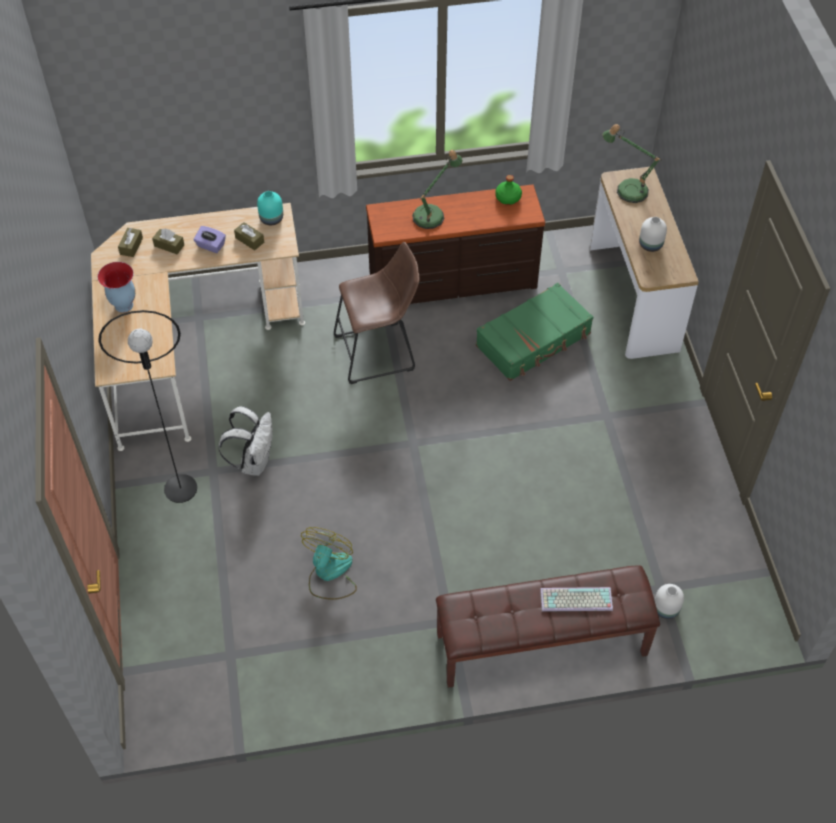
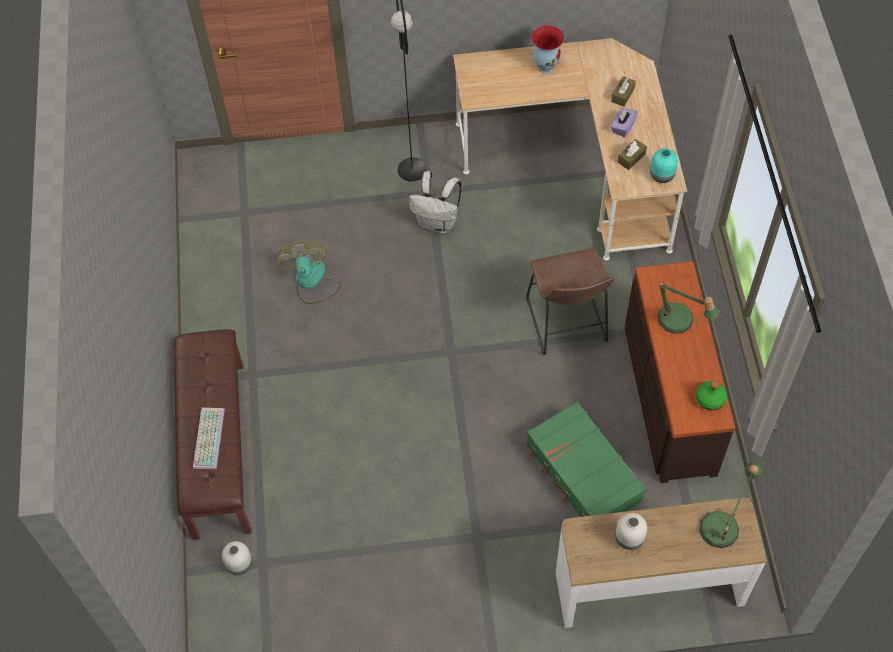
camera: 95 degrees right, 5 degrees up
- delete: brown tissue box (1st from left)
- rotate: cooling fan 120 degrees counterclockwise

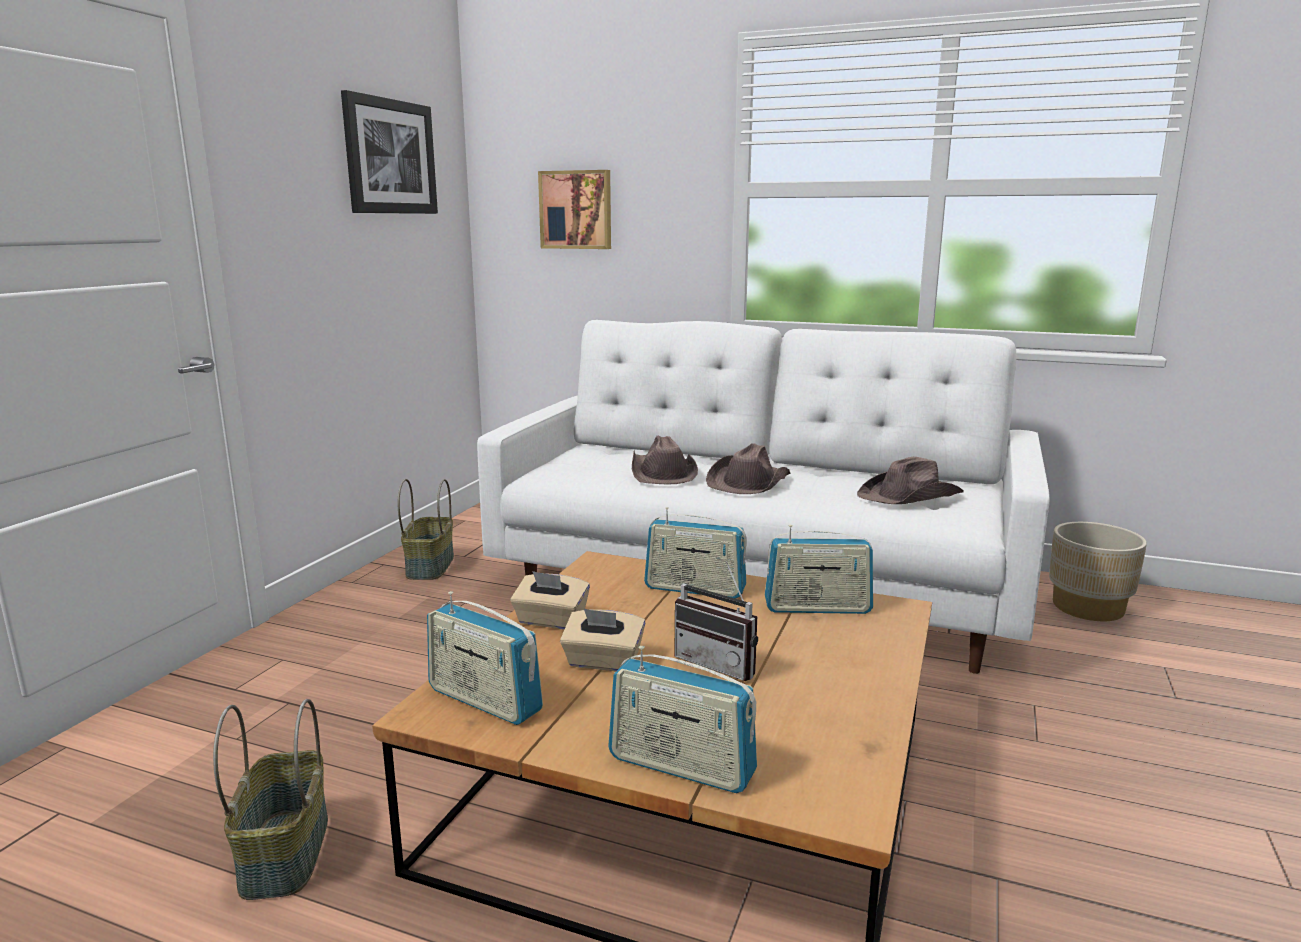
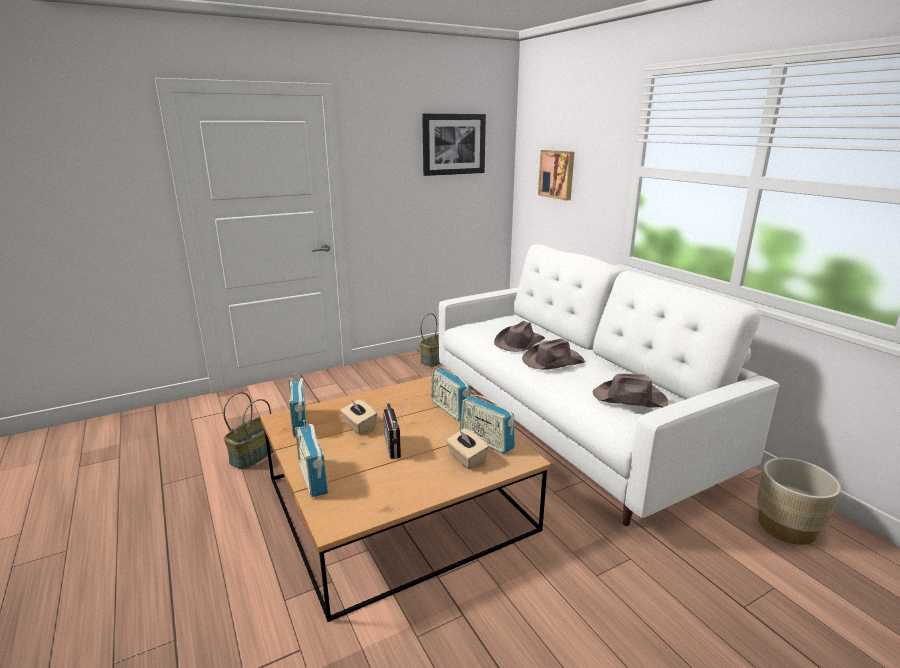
camera: 40 degrees right, 5 degrees up
- move: beige-coloured tissue box (1st from left in the first image) to beige-coloured tissue box (2nd from left)

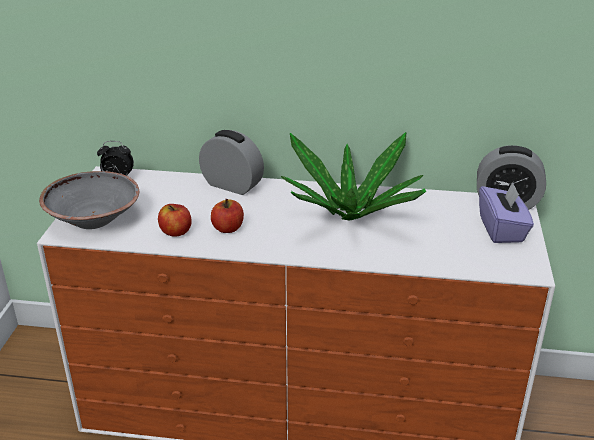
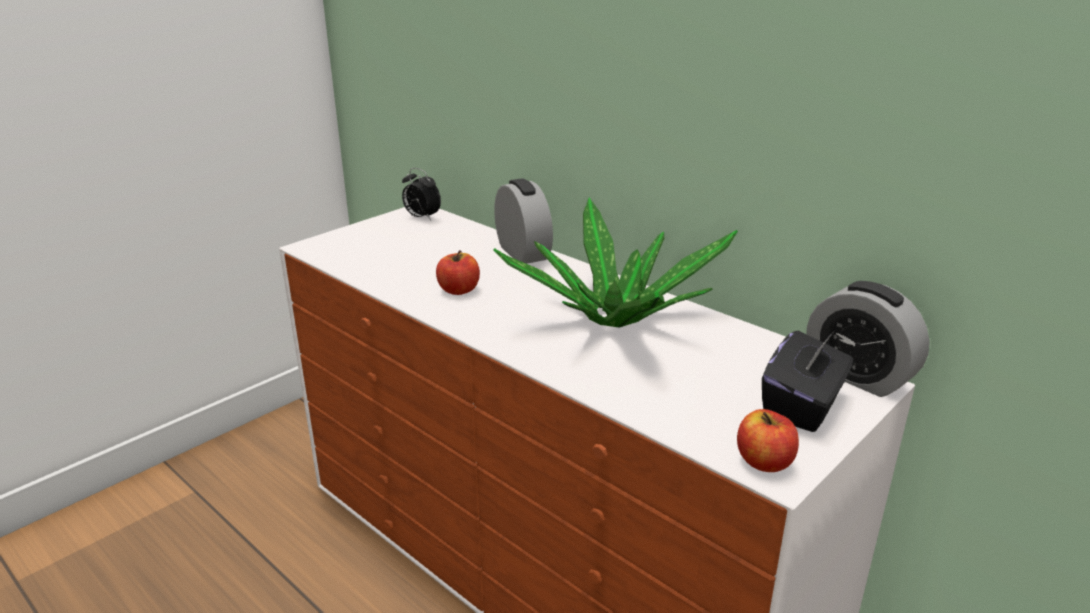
camera: 35 degrees right, 5 degrees down
- delete: grey serving bowl
- move: apple fruit (1st from left in the first image) to apple fruit (2nd from left)
- recolor: purple-coloured tissue box to black-coloured tissue box

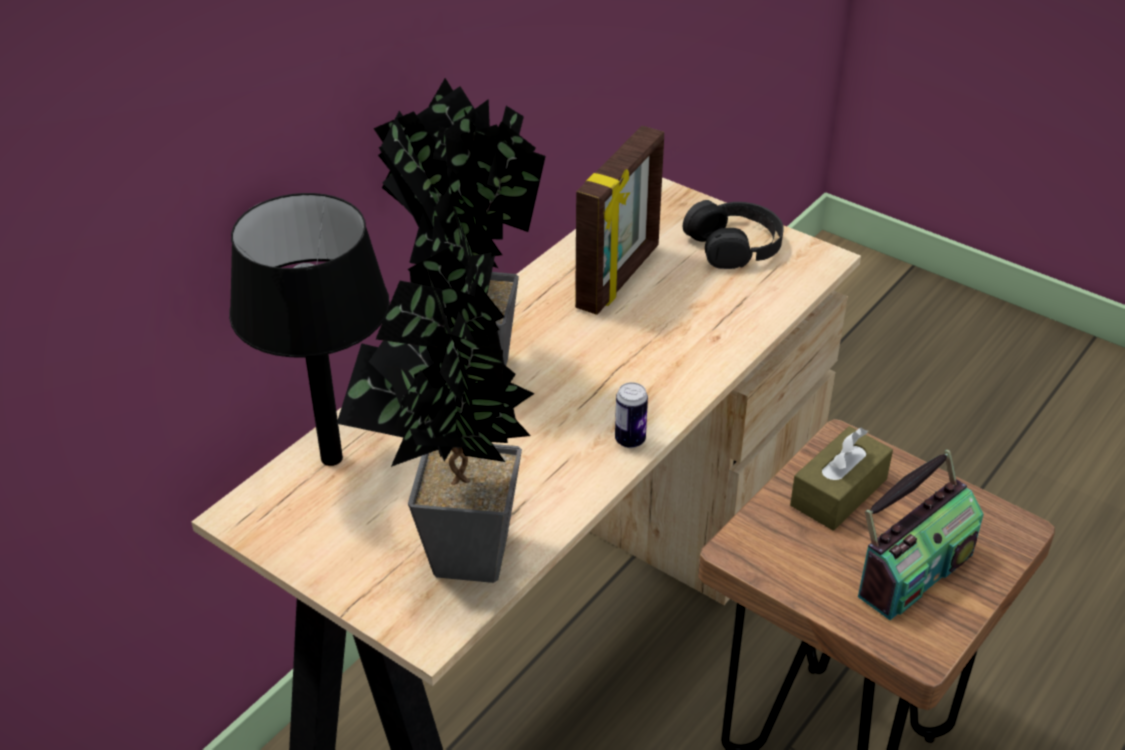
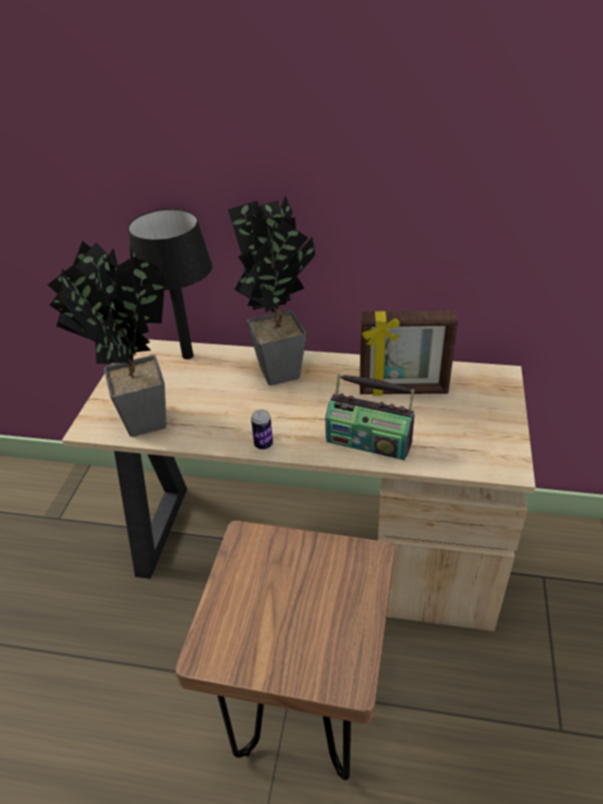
camera: 65 degrees right, 0 degrees up
- delete: black-coloured headset
- delete: brown tissue box
- move: radio set

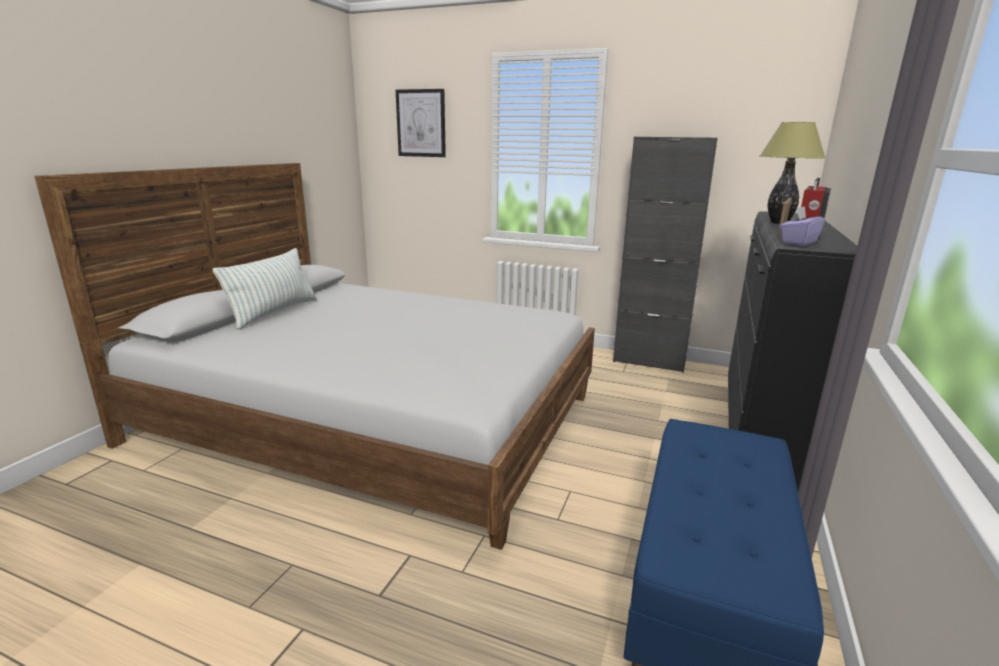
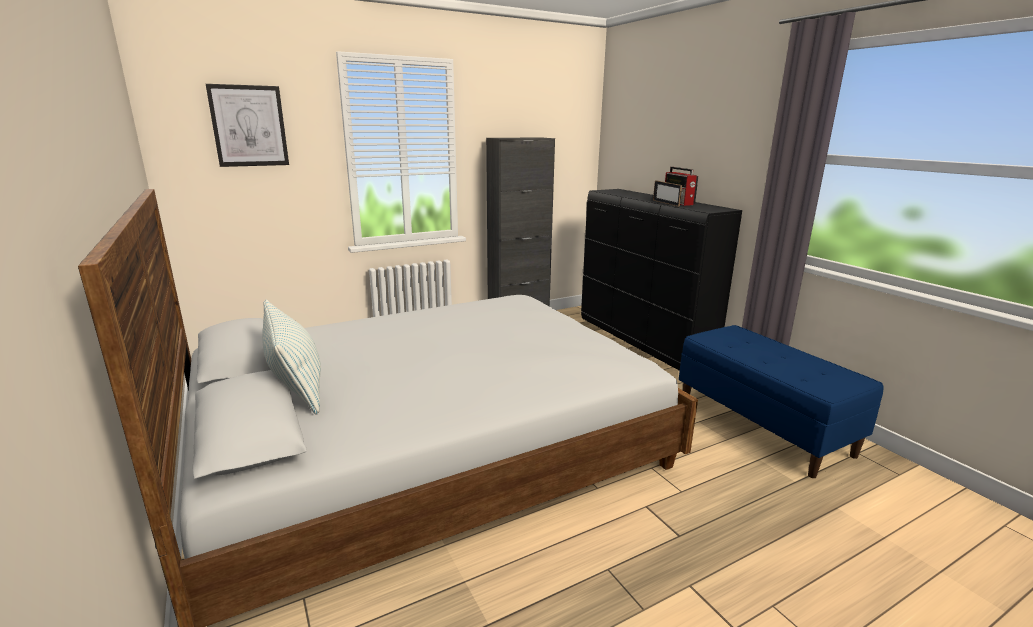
camera: 50 degrees left, 0 degrees up
- delete: lamp for a table
- delete: purple-coloured tissue box

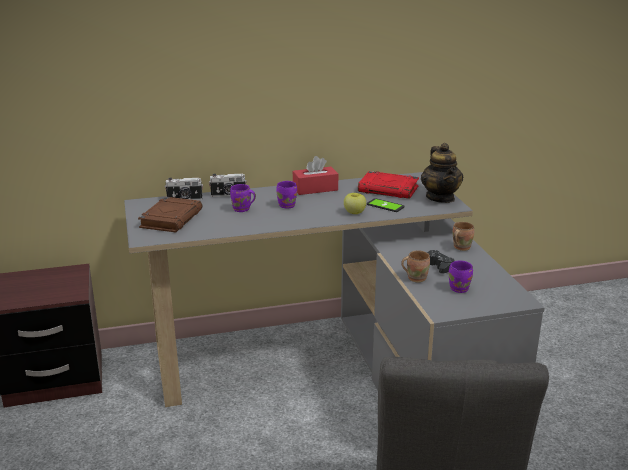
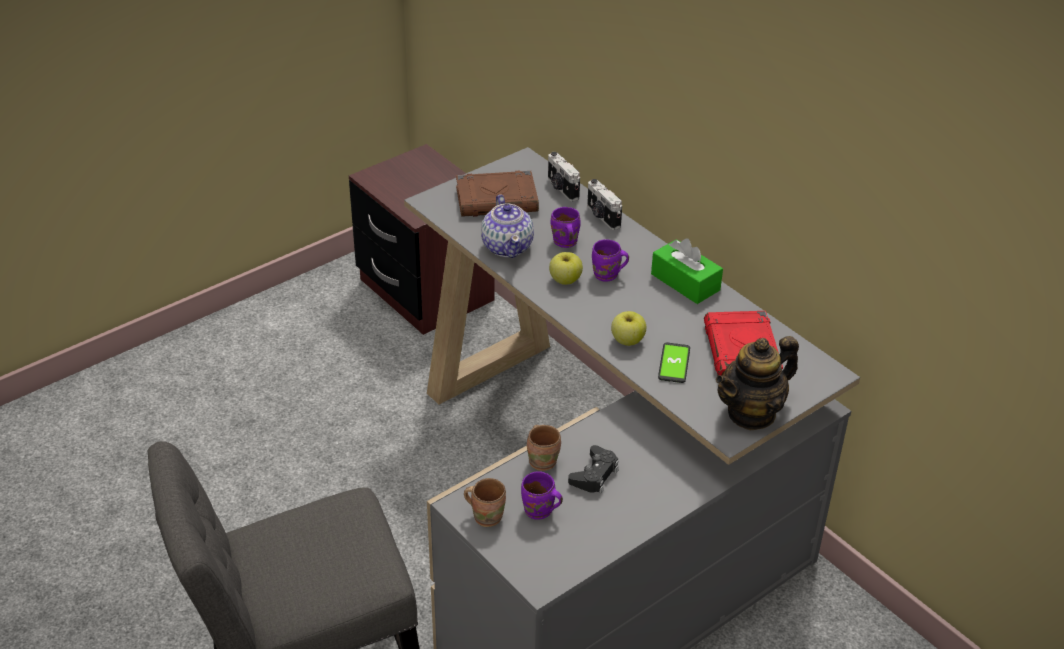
camera: 65 degrees right, 15 degrees up
- insert: pot for tea (1st from left)
- insert: apple fruit (1st from left)
- move: brown tea mug (2nd from left in the first image) to brown tea mug (1st from left)
- recolor: red-coloured tissue box to greenish tissue box

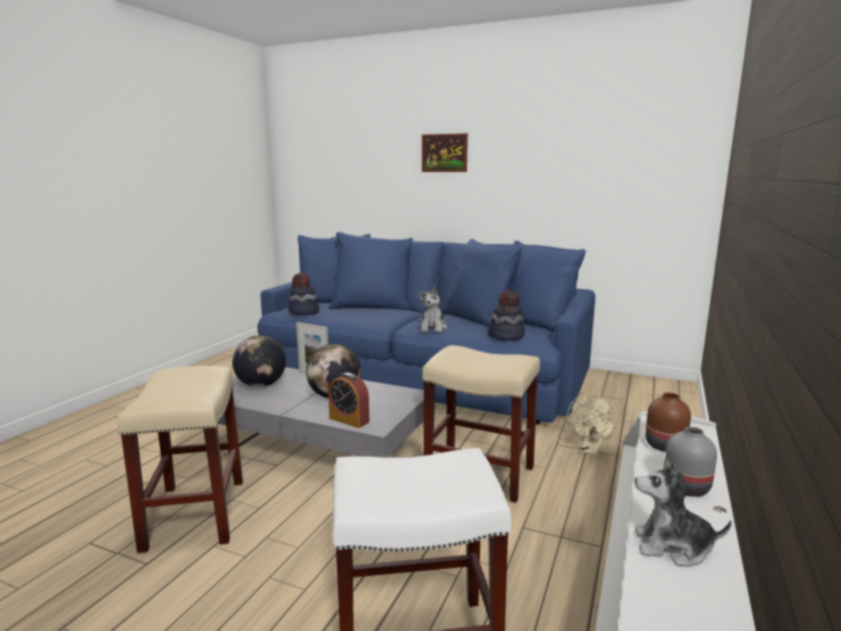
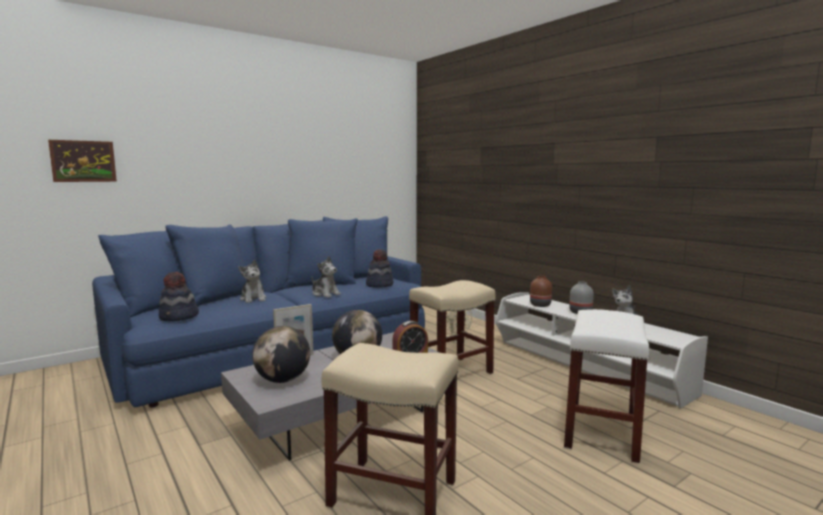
camera: 60 degrees left, 5 degrees down
- insert: plush toy (1st from left)
- move: picture

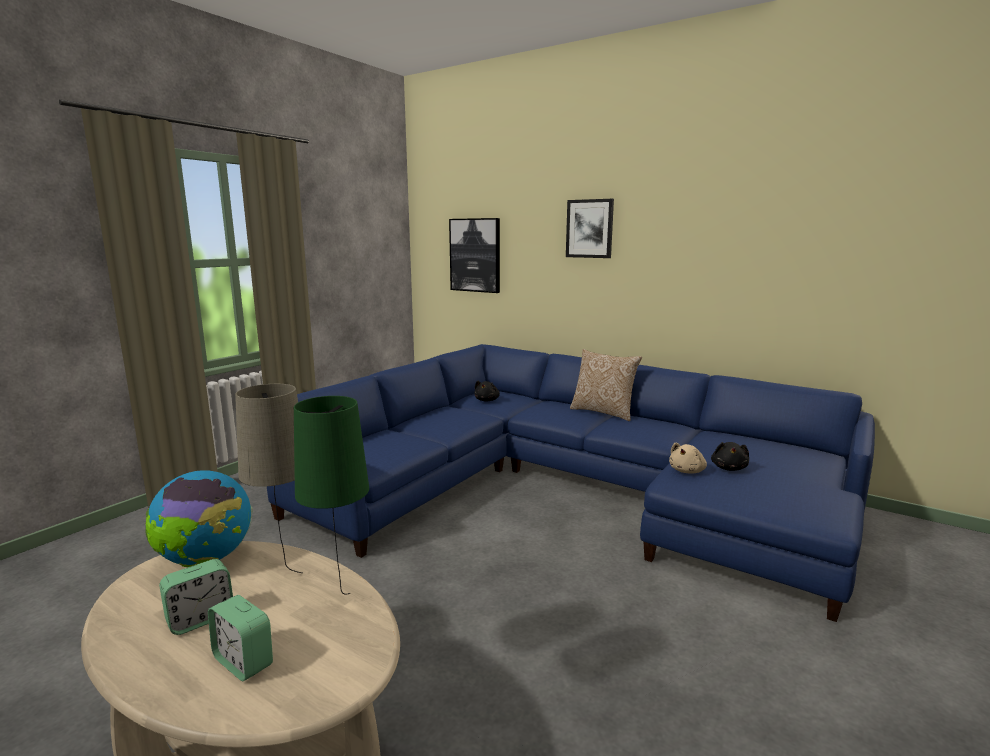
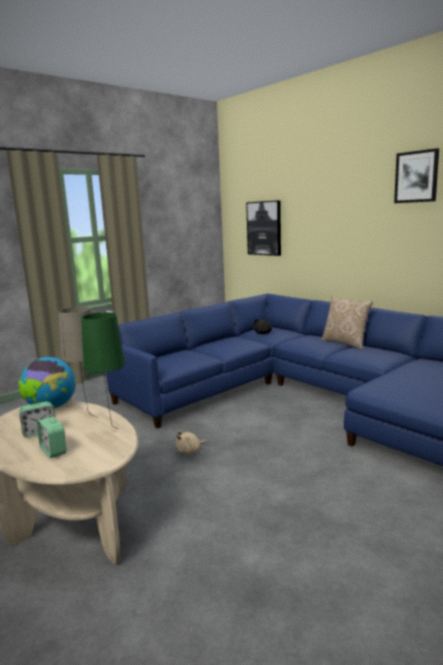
camera: 15 degrees right, 0 degrees up
- delete: black-coloured plush toy (2nd from left)
- move: picture (2nd from left)
- move: beige-coloured plush toy

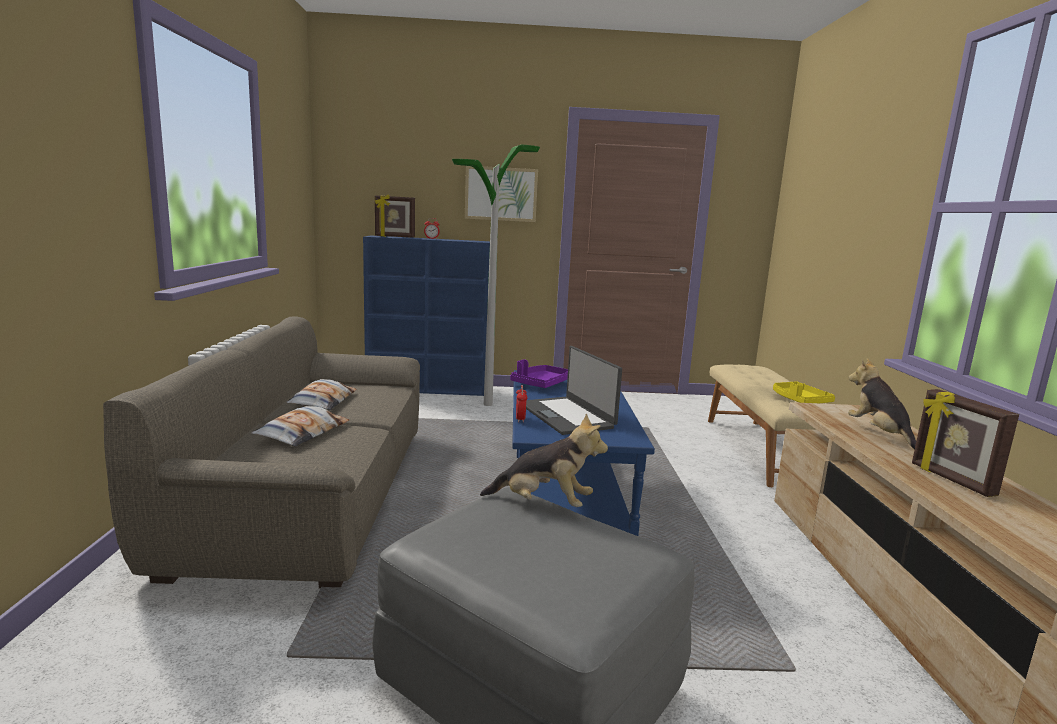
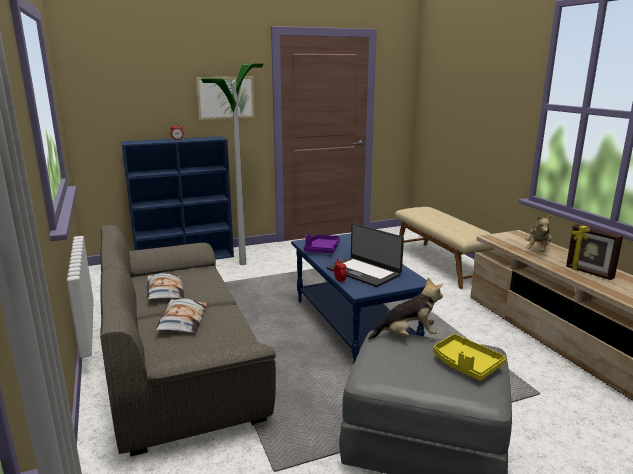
camera: 20 degrees left, 5 degrees up
- delete: standing frame (1st from left)
- move: yellow serving tray
- rotate: plush toy (2nd from left) 120 degrees counterclockwise

